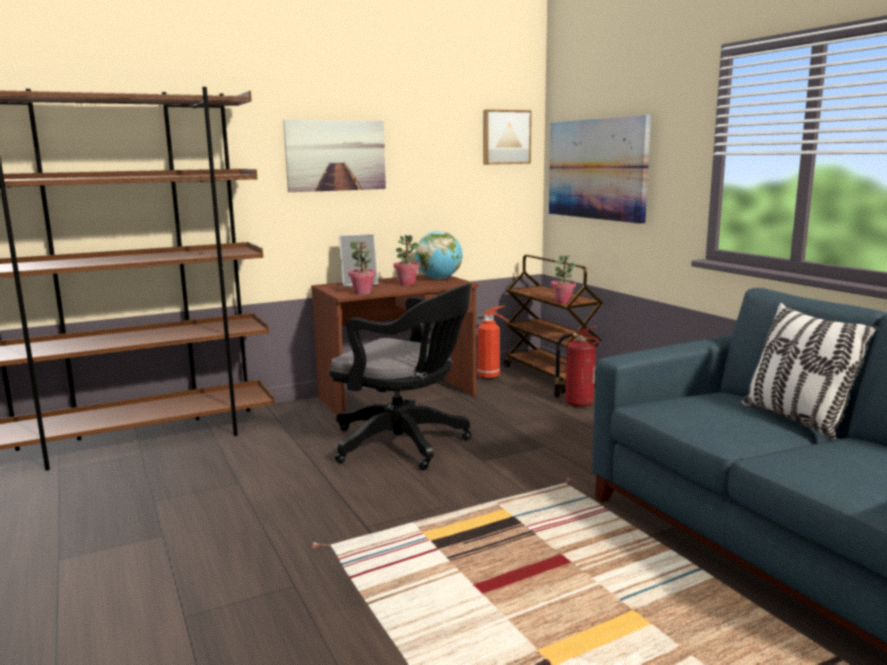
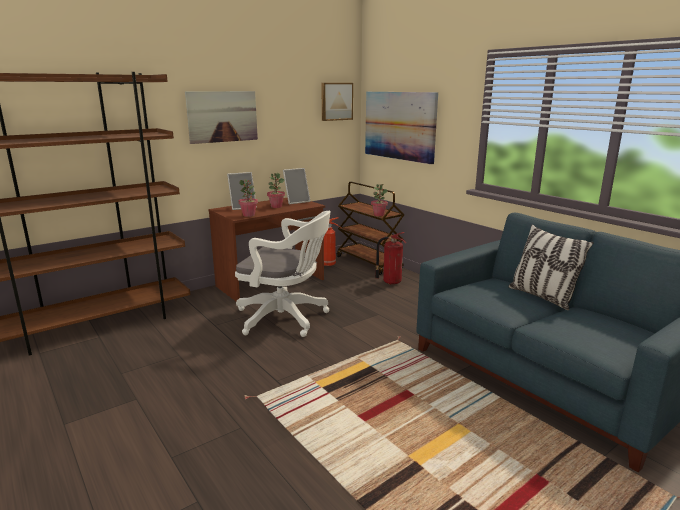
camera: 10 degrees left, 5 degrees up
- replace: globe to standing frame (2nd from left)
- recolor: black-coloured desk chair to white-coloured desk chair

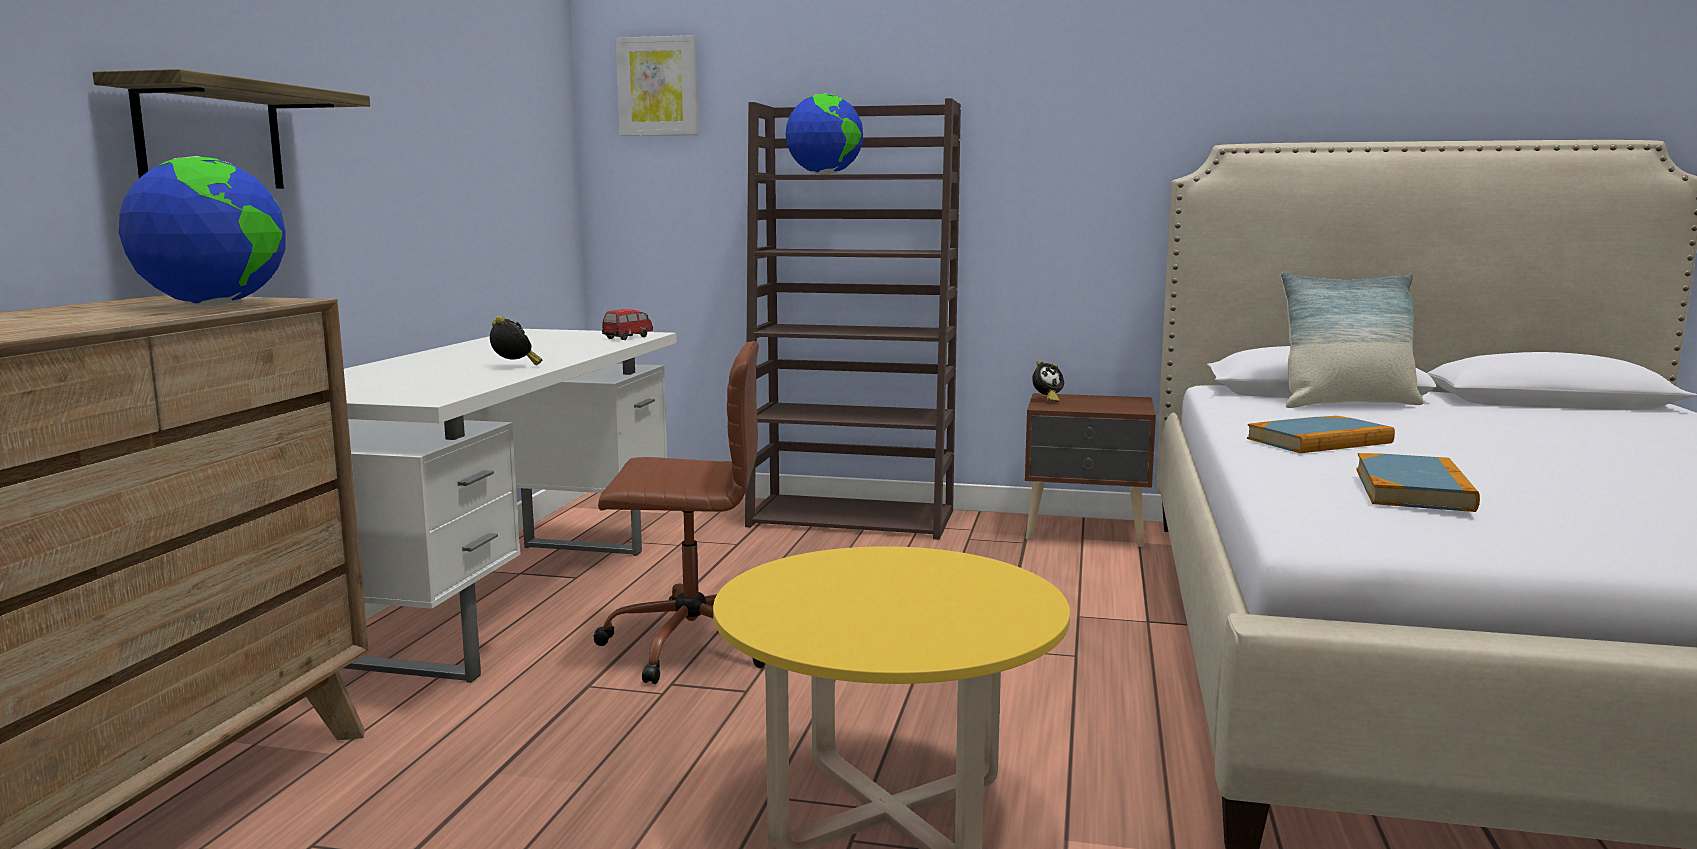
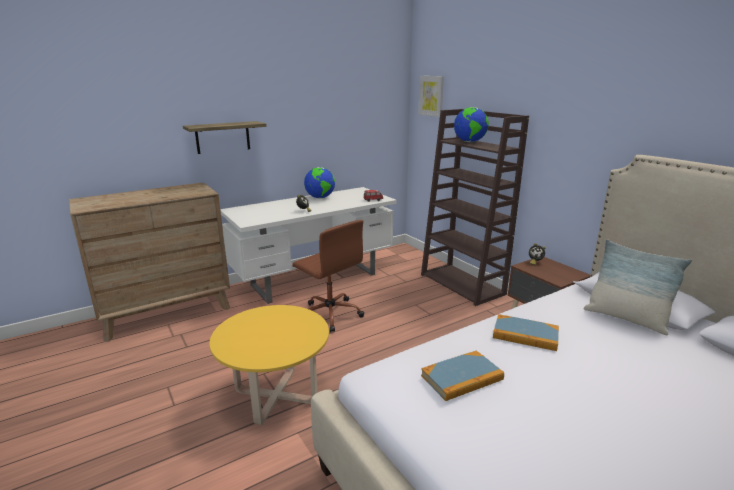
camera: 45 degrees right, 10 degrees up
- move: globe (1st from left)

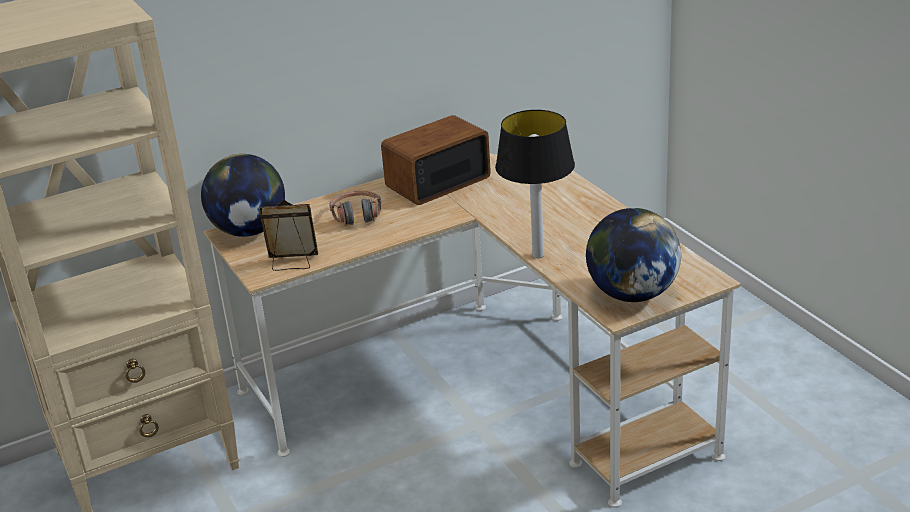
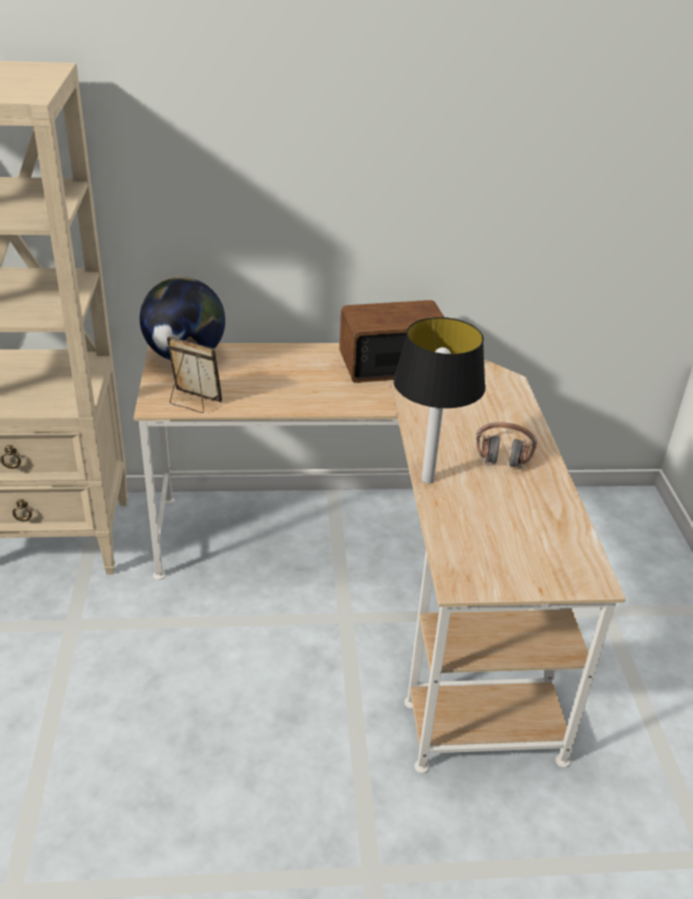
camera: 20 degrees right, 5 degrees up
- delete: globe (2nd from left)
- move: headset

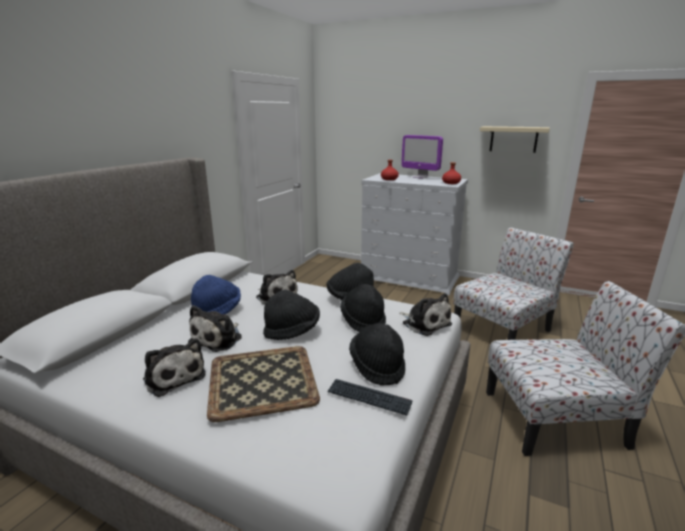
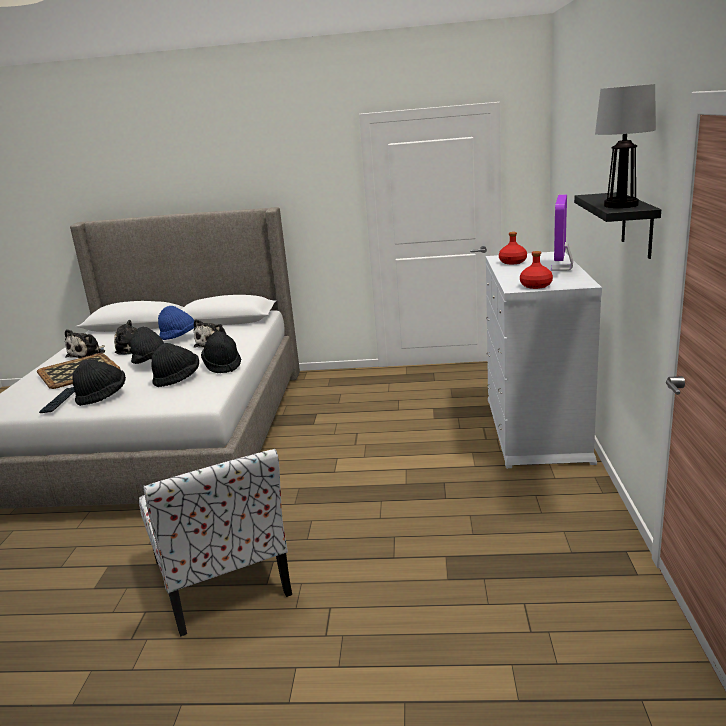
camera: 70 degrees right, 0 degrees up
- delete: plush toy (4th from left)
- delete: chair (1st from left)
- insert: lamp for a table
- recolor: beige-coloured bracket shelf to black-coloured bracket shelf

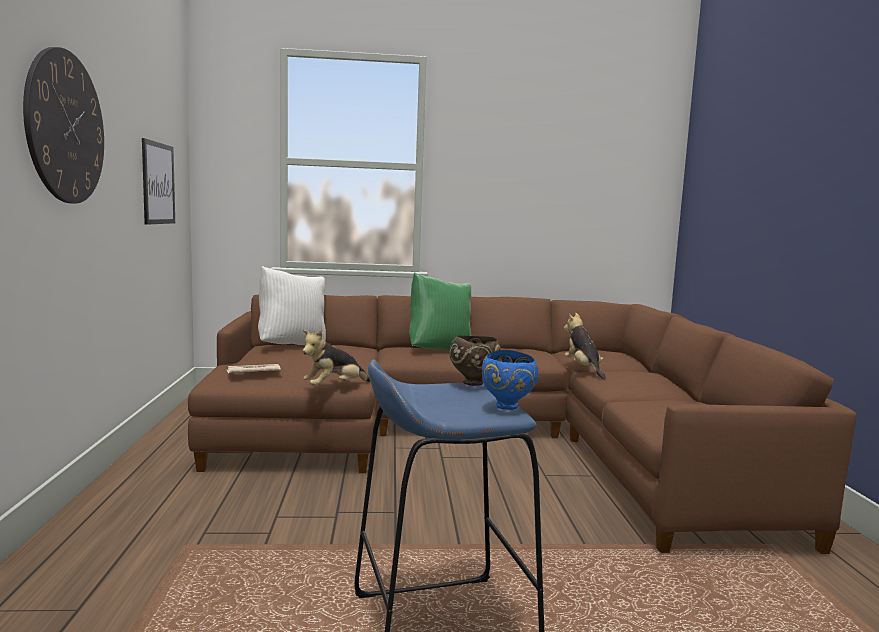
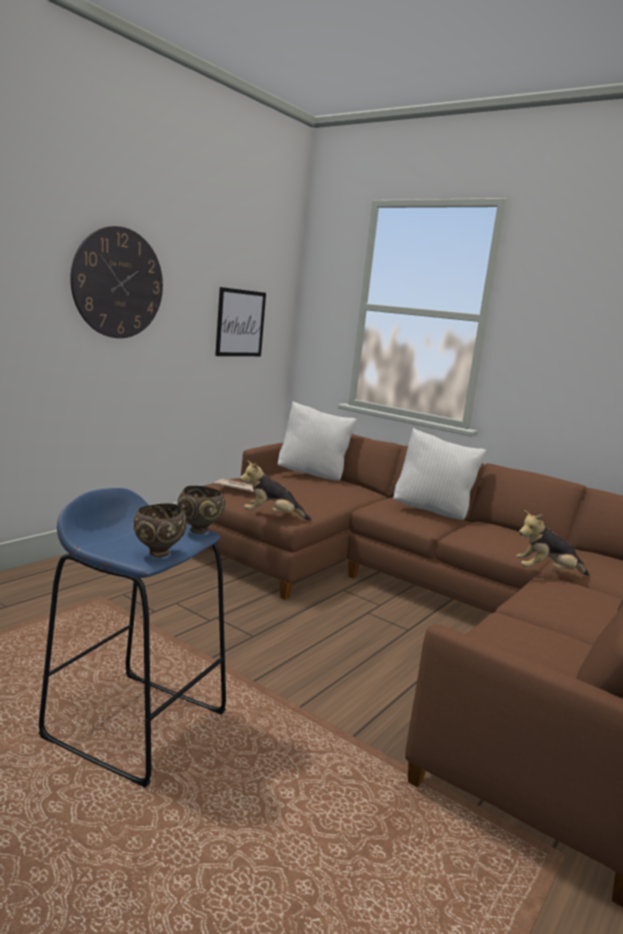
camera: 40 degrees right, 5 degrees up
- recolor: greenish pillow to white-coloured pillow (2nd from left)
- recolor: blue serving bowl to brown serving bowl (1st from left)
- rotate: plush toy (2nd from left) 120 degrees counterclockwise

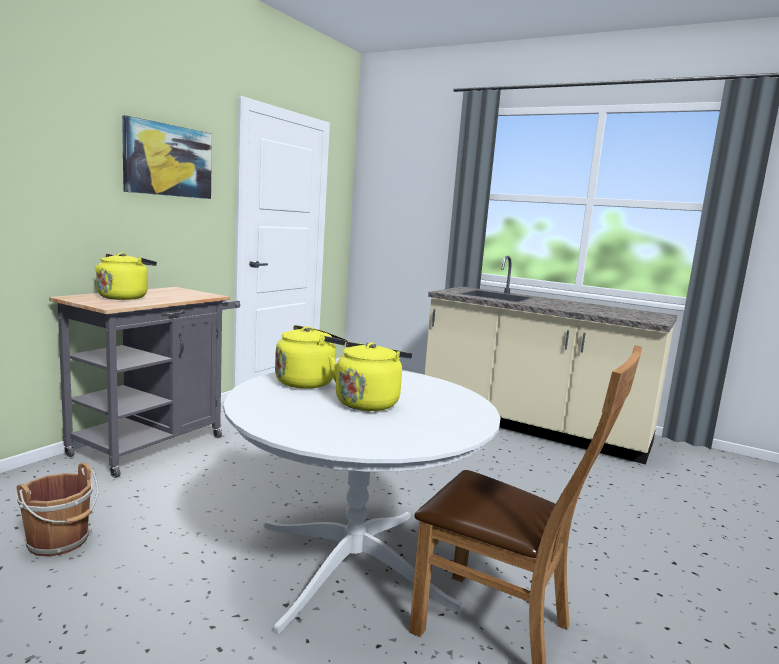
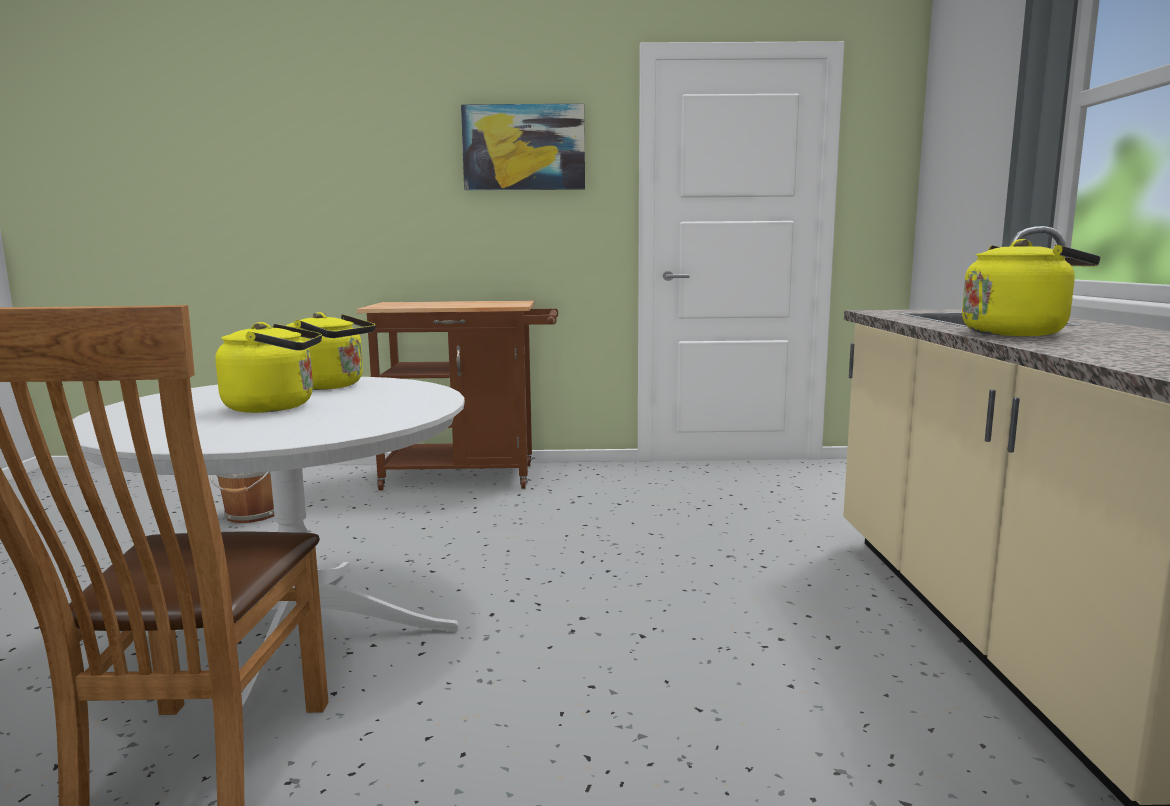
camera: 60 degrees right, 0 degrees up
- move: yellow kettle (1st from left in the first image) to yellow kettle (3rd from left)
- recolor: grey cart to brown cart

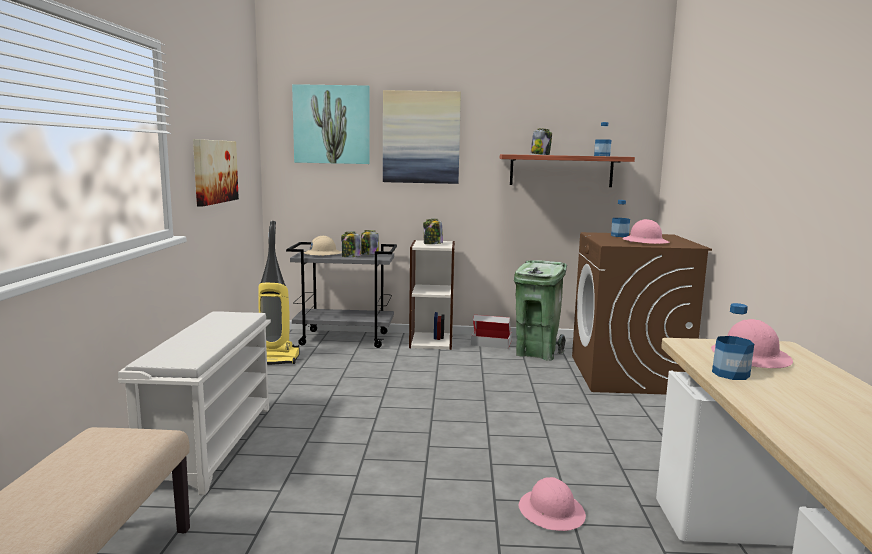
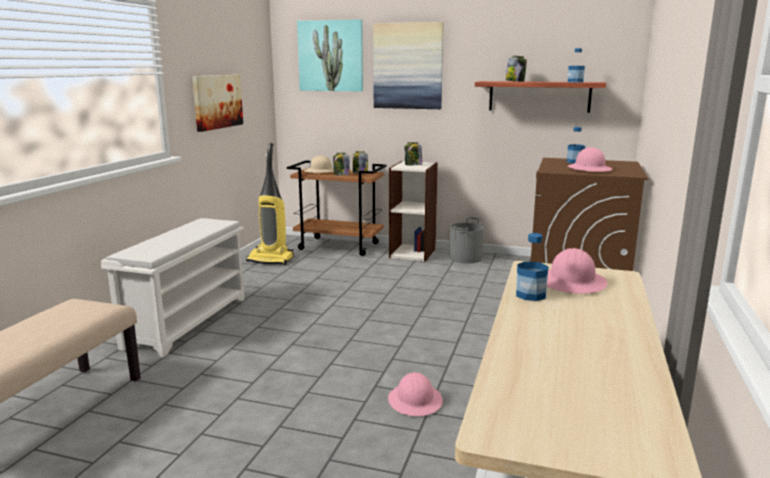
camera: 15 degrees right, 5 degrees up
- delete: greenish trash can
- replace: carton to grey pail
- recolor: grey cart to brown cart

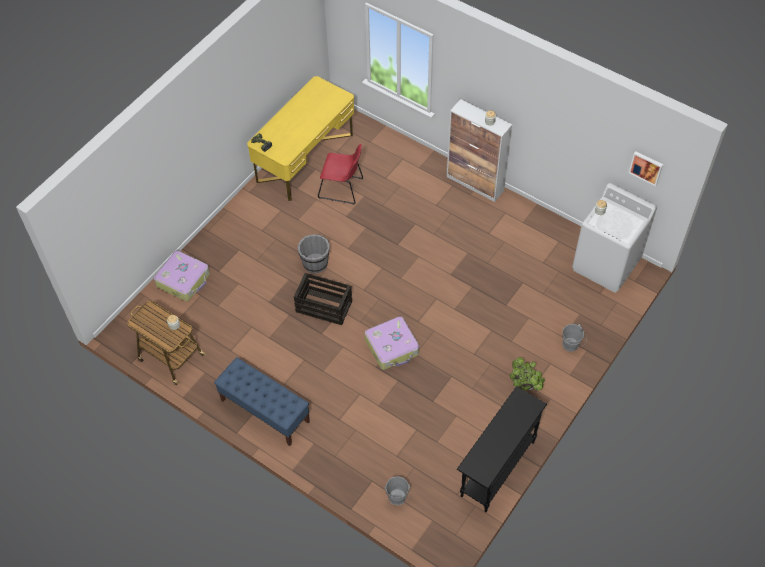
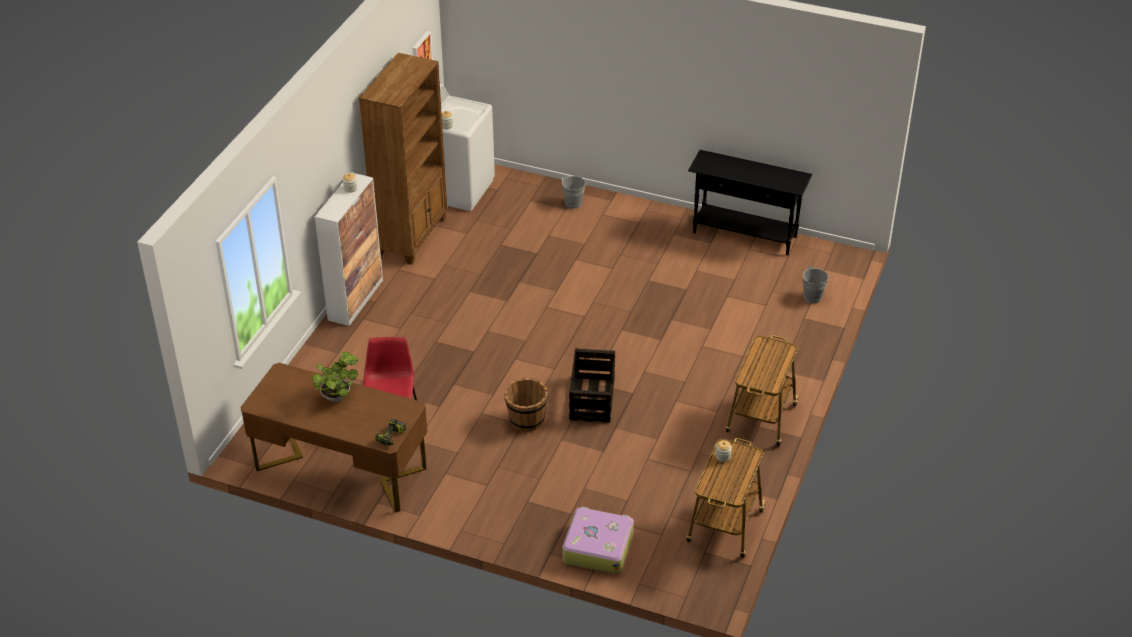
camera: 105 degrees left, 15 degrees down
- delete: travel case (2nd from left)
- insert: brown bookshelf
- move: plant in a pot
- replace: blue long seat to cart (2nd from left)
- recolor: yellow desk table to brown desk table
- recolor: grey pail (1st from left) to brown pail

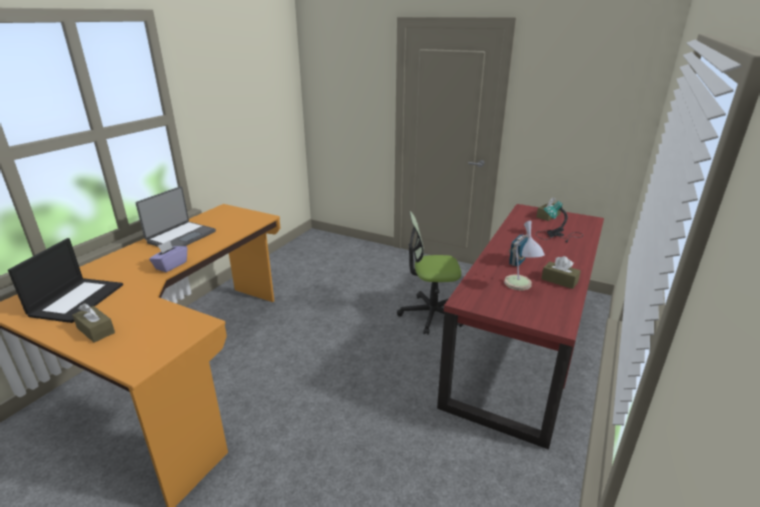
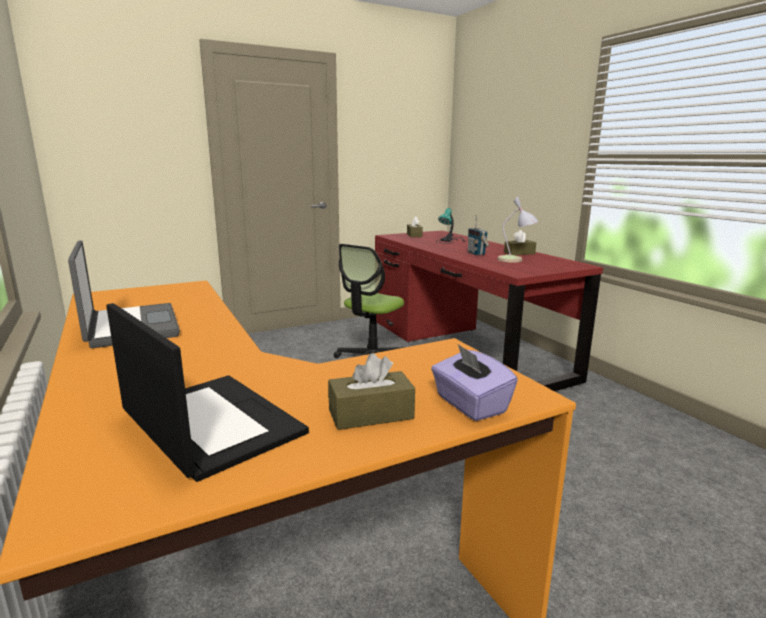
camera: 55 degrees left, 10 degrees down
- move: purple-coloured tissue box

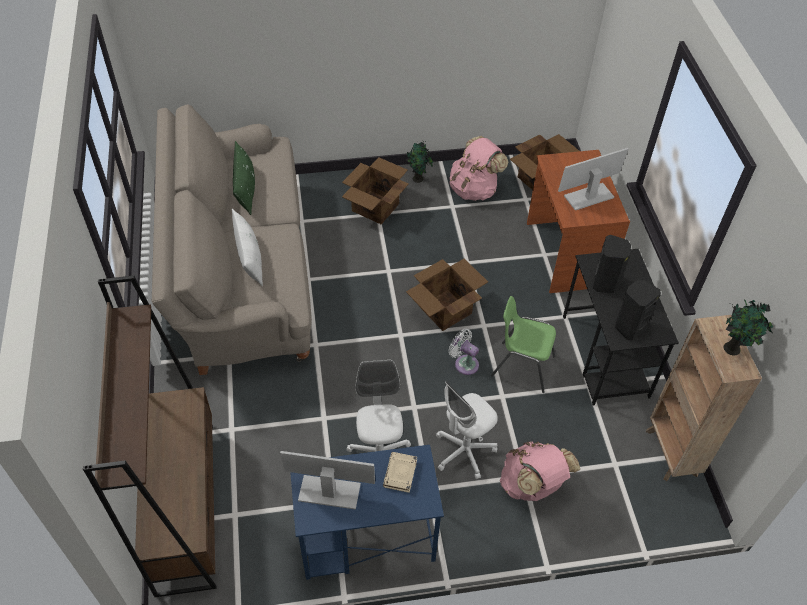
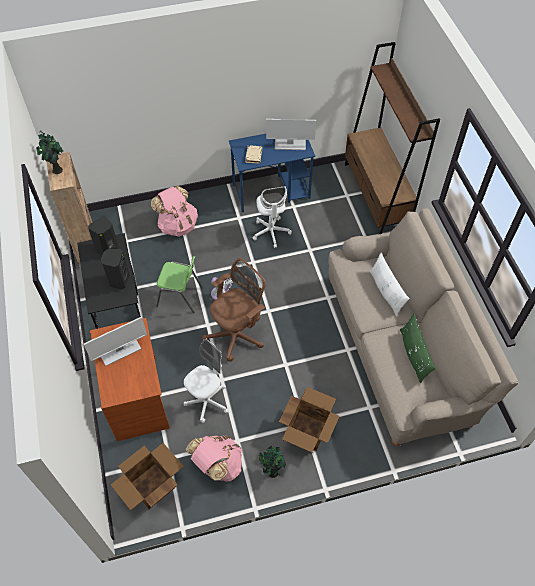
camera: 175 degrees right, 5 degrees up
- move: white-coloured desk chair (2nd from left in the first image) to white-coloured desk chair (1st from left)
- replace: carton (2nd from left) to brown desk chair

